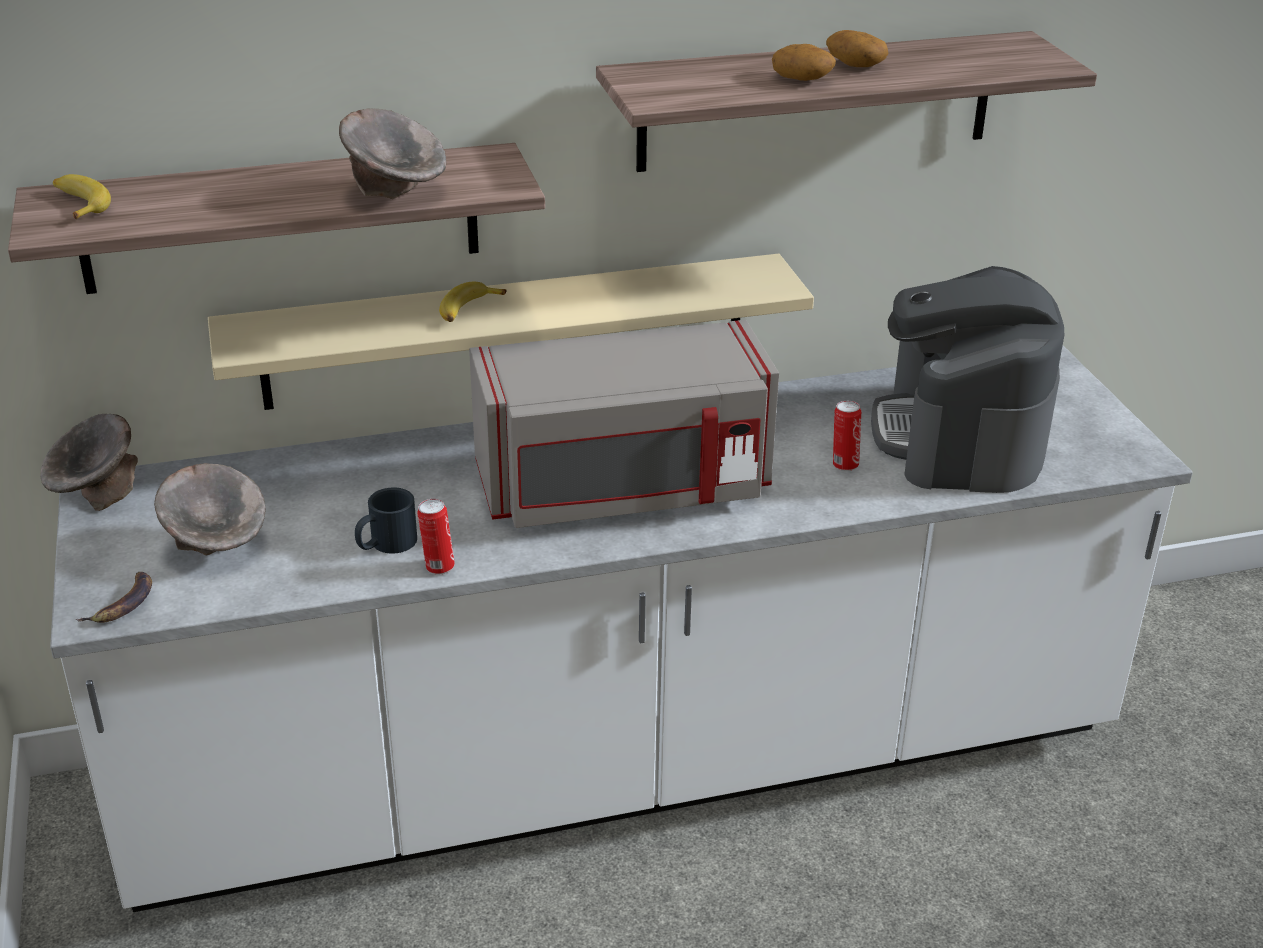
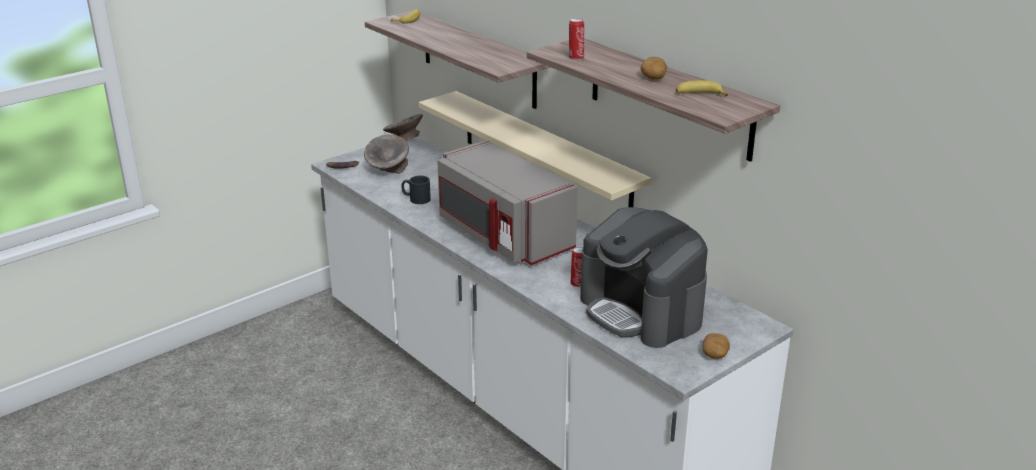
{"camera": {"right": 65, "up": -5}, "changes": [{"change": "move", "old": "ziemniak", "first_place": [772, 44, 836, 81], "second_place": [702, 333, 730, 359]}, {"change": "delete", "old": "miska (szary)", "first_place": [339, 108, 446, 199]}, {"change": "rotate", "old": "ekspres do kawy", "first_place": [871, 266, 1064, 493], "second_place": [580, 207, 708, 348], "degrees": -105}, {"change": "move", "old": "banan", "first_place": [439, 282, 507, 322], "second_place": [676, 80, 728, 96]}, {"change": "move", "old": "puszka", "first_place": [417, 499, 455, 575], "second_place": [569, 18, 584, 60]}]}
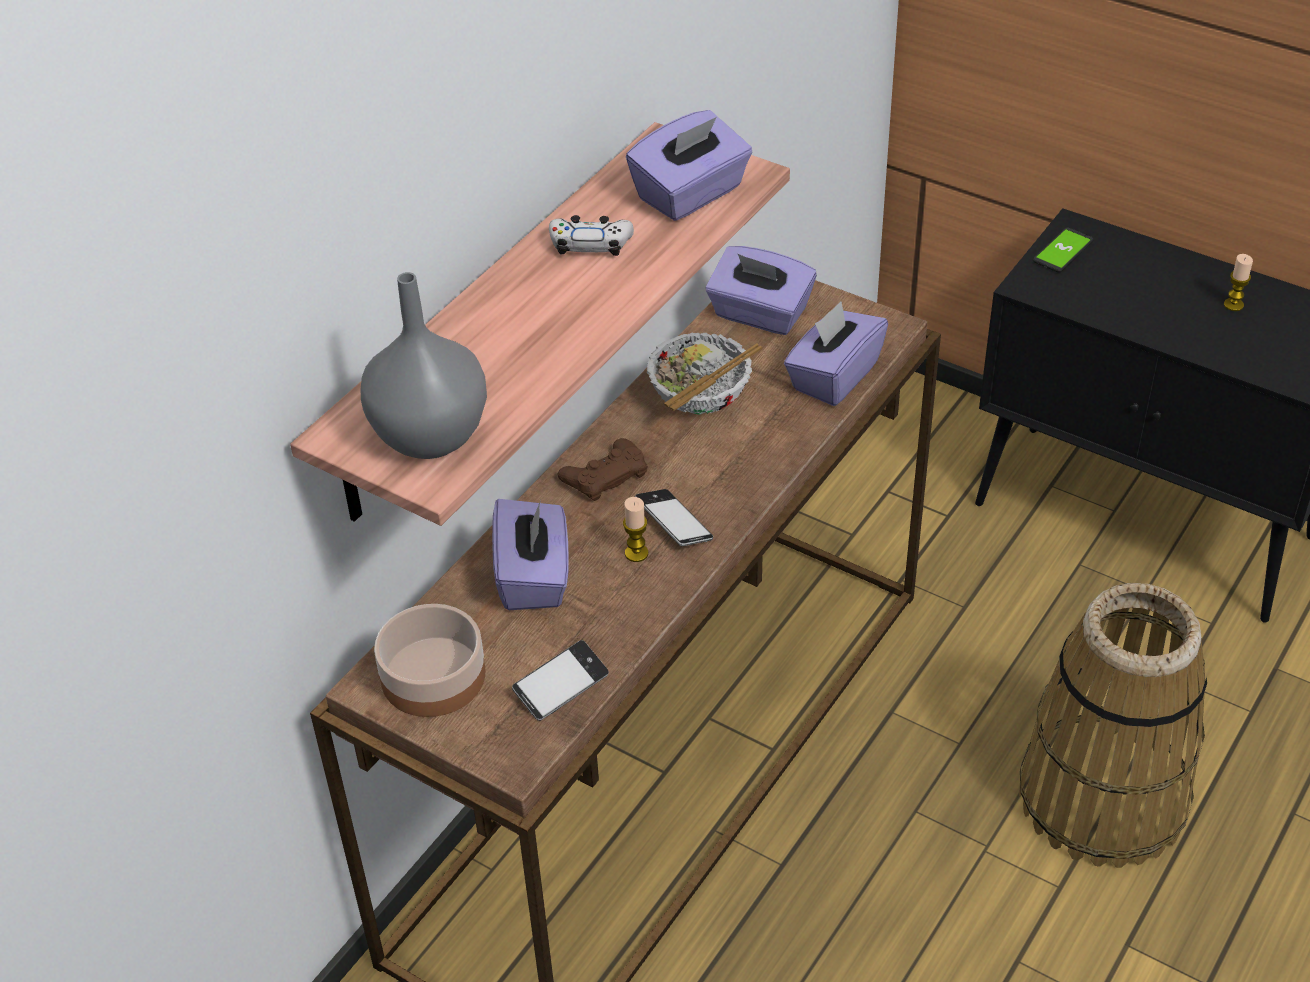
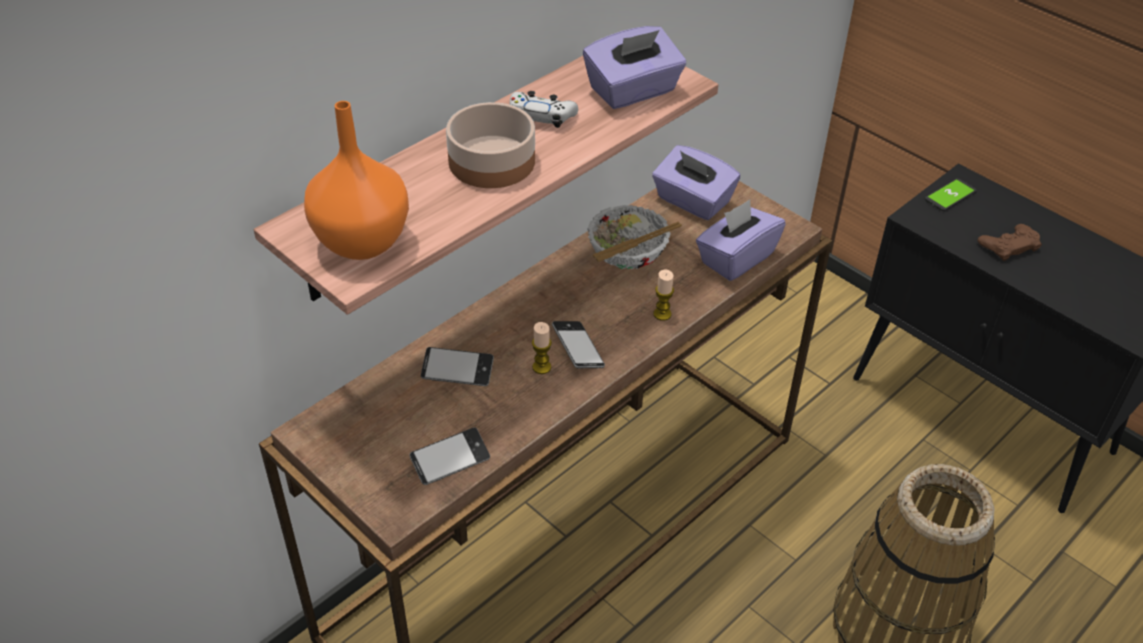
{"camera": {"right": 10, "up": 0}, "changes": [{"change": "move", "old": "świeca", "first_place": [1224, 254, 1253, 311], "second_place": [653, 270, 674, 321]}, {"change": "recolor", "old": "wazon (szary)", "new": "wazon (pomarańczowy)", "first_place": [361, 272, 487, 459], "second_place": [304, 101, 409, 260]}, {"change": "move", "old": "pad do gier (brązowy)", "first_place": [557, 438, 648, 501], "second_place": [977, 224, 1042, 261]}, {"change": "replace", "old": "pudełko chusteczek (fioletowy)", "new": "telefon", "first_place": [492, 499, 569, 610], "second_place": [421, 347, 494, 386]}, {"change": "move", "old": "miska", "first_place": [374, 604, 486, 717], "second_place": [446, 102, 535, 188]}]}
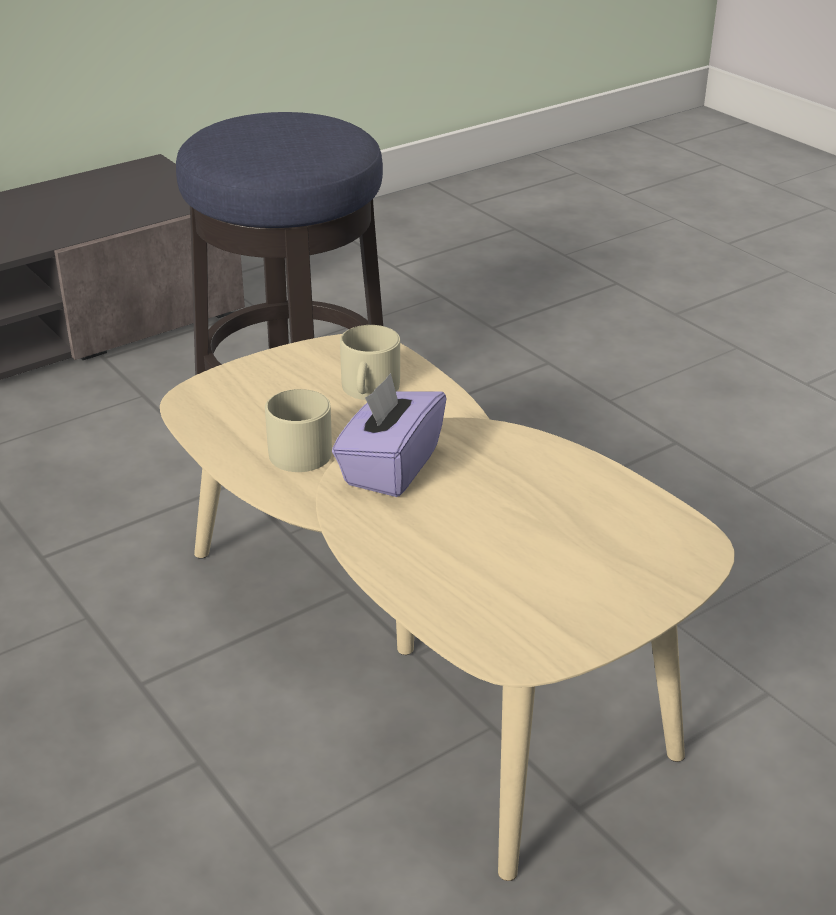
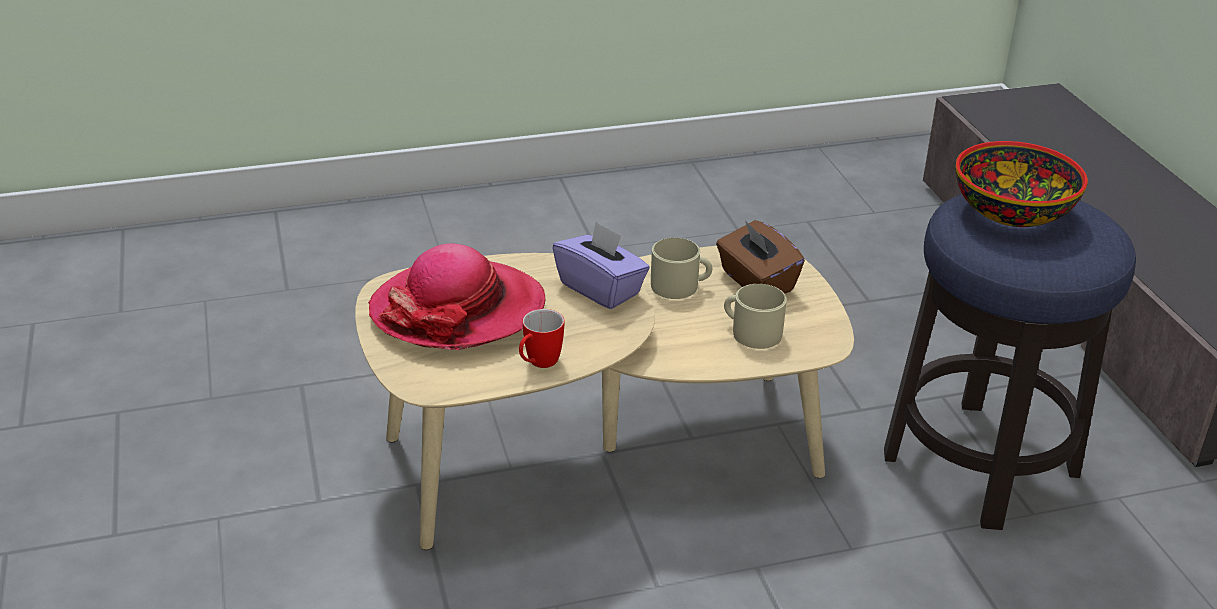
{"camera": {"right": 110, "up": 0}, "changes": [{"change": "insert", "new": "miska", "second_place": [955, 141, 1088, 227]}, {"change": "insert", "new": "pudełko chusteczek (brązowy)", "second_place": [716, 220, 805, 294]}, {"change": "insert", "new": "kapelusz", "second_place": [368, 244, 545, 350]}, {"change": "insert", "new": "kubek", "second_place": [519, 309, 564, 368]}]}
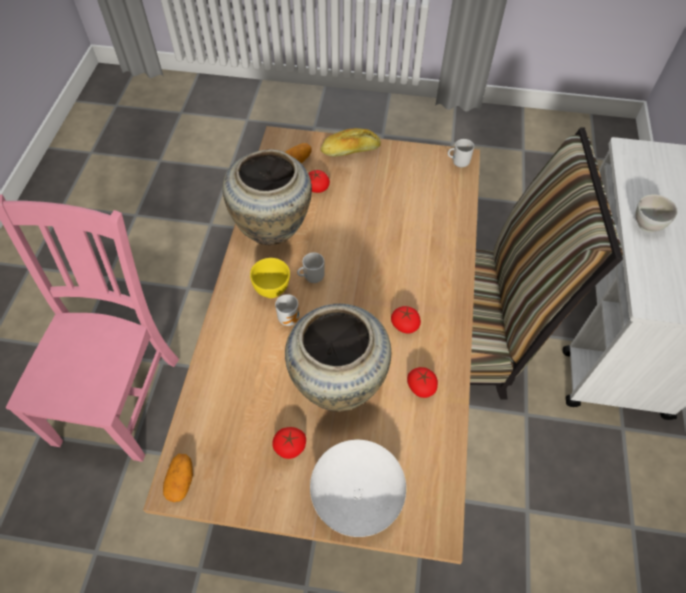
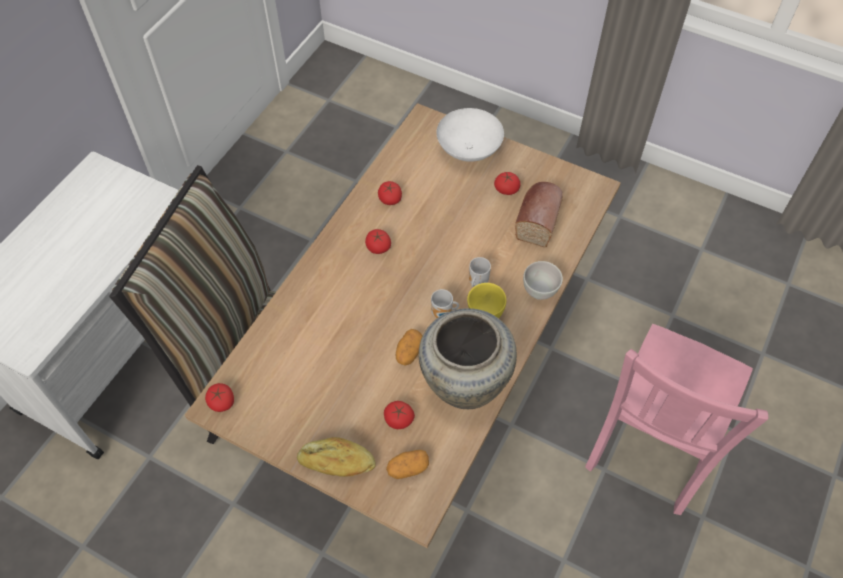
{"camera": {"right": -160, "up": 0}, "changes": [{"change": "replace", "old": "kubek", "new": "pomidor", "first_place": [448, 139, 474, 167], "second_place": [205, 383, 234, 412]}, {"change": "move", "old": "miska (biały)", "first_place": [635, 194, 677, 232], "second_place": [523, 261, 563, 300]}, {"change": "delete", "old": "wazon (beżowy)", "first_place": [285, 304, 391, 412]}, {"change": "move", "old": "ziemniak", "first_place": [163, 454, 193, 502], "second_place": [396, 329, 422, 366]}, {"change": "insert", "new": "chleb", "second_place": [515, 182, 563, 247]}]}
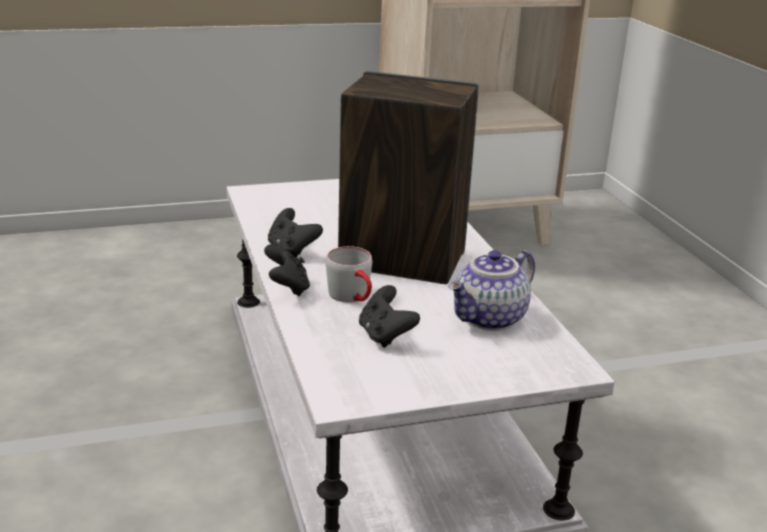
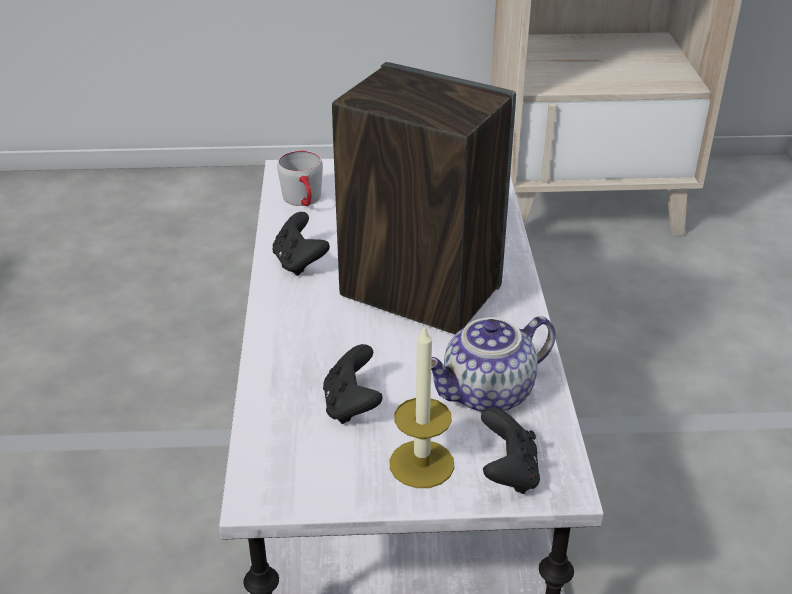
{"camera": {"right": 15, "up": 10}, "changes": [{"change": "move", "old": "pad do gier (czarny)", "first_place": [264, 244, 310, 296], "second_place": [481, 407, 540, 494]}, {"change": "move", "old": "kubek (szary)", "first_place": [326, 246, 372, 302], "second_place": [277, 151, 323, 206]}, {"change": "insert", "new": "świeca", "second_place": [390, 324, 454, 488]}]}
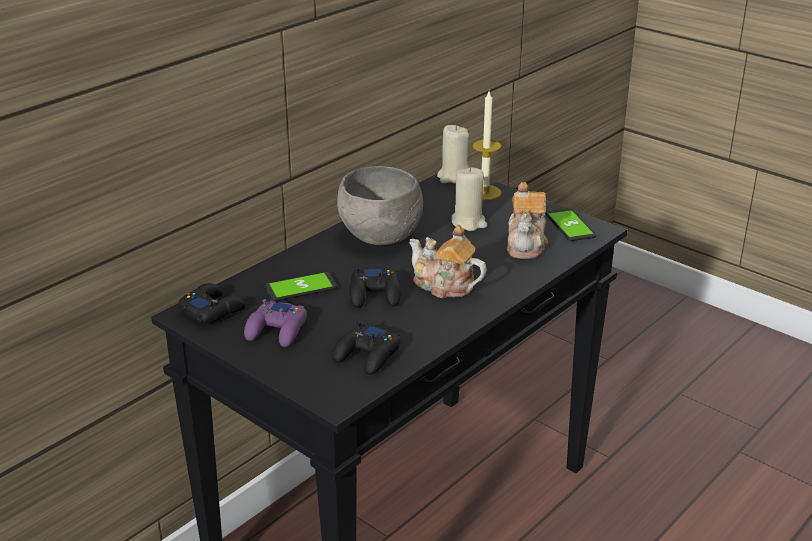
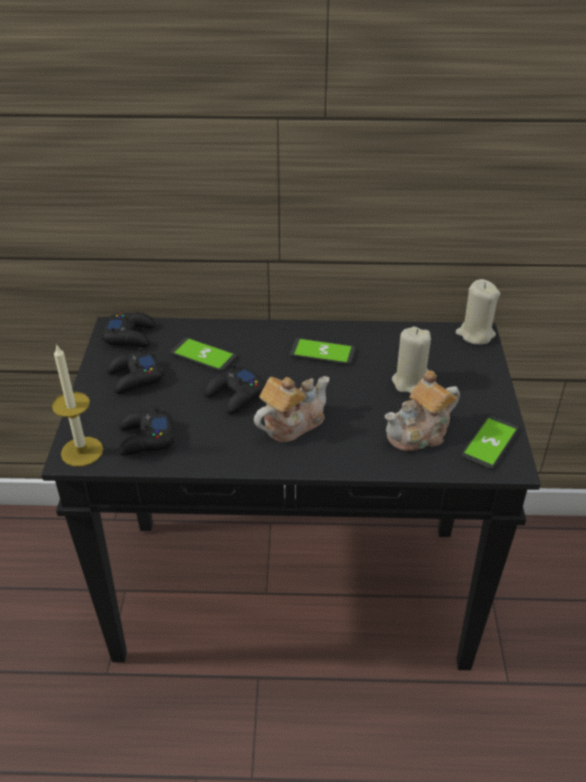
{"camera": {"right": 50, "up": 10}, "changes": [{"change": "move", "old": "świeca", "first_place": [472, 91, 502, 200], "second_place": [52, 345, 103, 466]}, {"change": "replace", "old": "miska (szary)", "new": "telefon", "first_place": [337, 166, 423, 245], "second_place": [289, 338, 356, 365]}, {"change": "rotate", "old": "imbryk", "first_place": [409, 225, 487, 298], "second_place": [254, 376, 329, 442], "degrees": 60}, {"change": "recolor", "old": "pad do gier (fioletowy)", "new": "pad do gier (czarny)", "first_place": [244, 299, 307, 347], "second_place": [107, 347, 164, 394]}]}
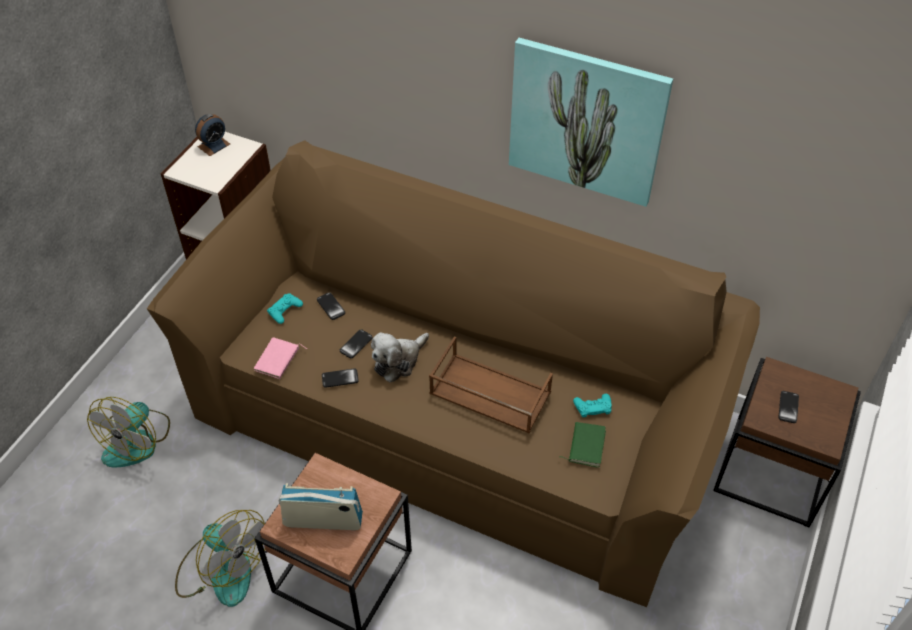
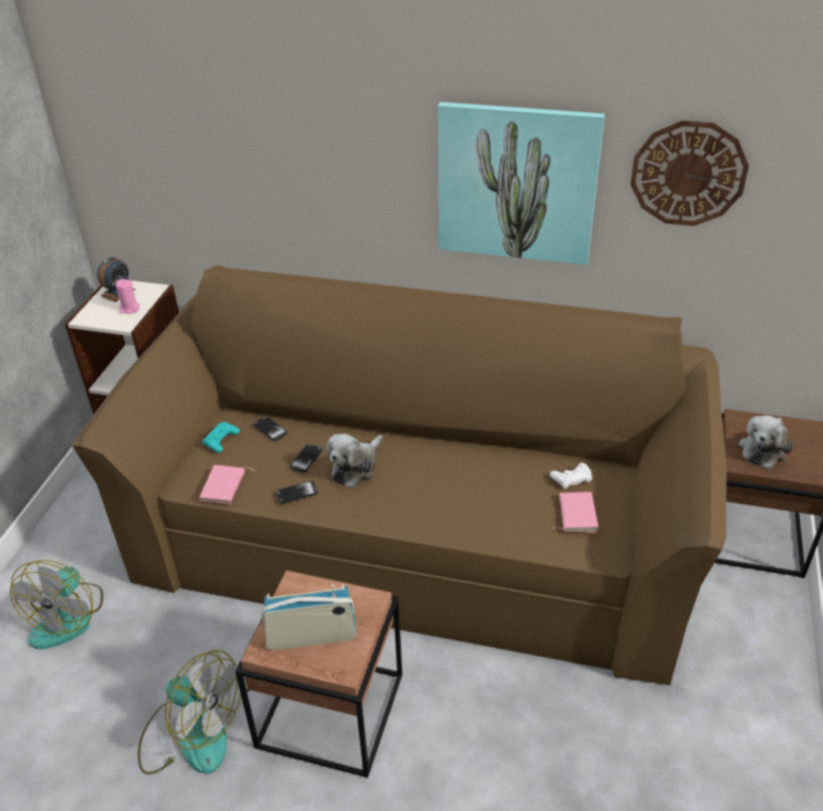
{"camera": {"right": -10, "up": -10}, "changes": [{"change": "delete", "old": "taca (brązowy)", "first_place": [429, 336, 553, 434]}, {"change": "replace", "old": "telefon", "new": "pluszak", "first_place": [778, 391, 799, 423], "second_place": [739, 415, 793, 469]}, {"change": "recolor", "old": "pad do gier (turkusowy)", "new": "pad do gier (biały)", "first_place": [573, 394, 612, 418], "second_place": [550, 463, 592, 489]}, {"change": "recolor", "old": "książka (zielony)", "new": "książka (różowy)", "first_place": [559, 422, 606, 468], "second_place": [554, 492, 598, 532]}, {"change": "insert", "new": "zegar ścienny", "second_place": [630, 120, 749, 226]}, {"change": "insert", "new": "świeca (różowy)", "second_place": [116, 279, 140, 314]}]}
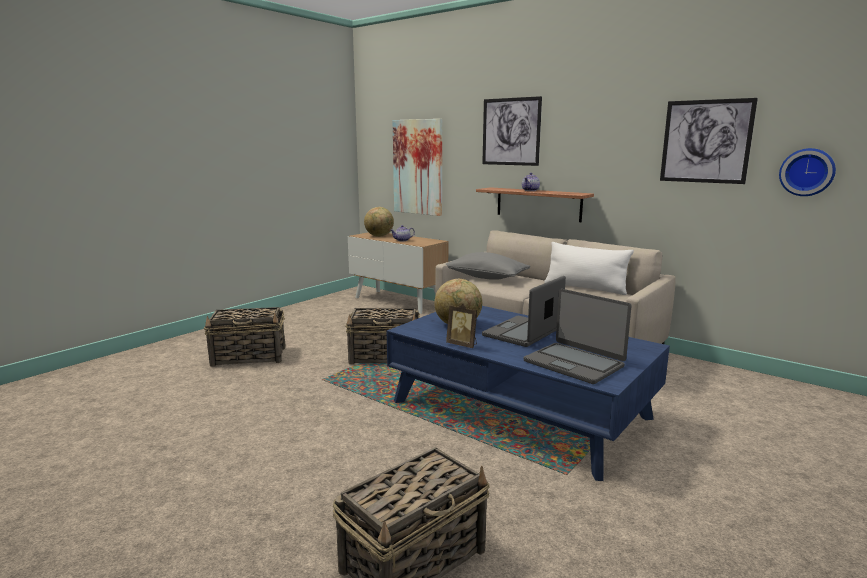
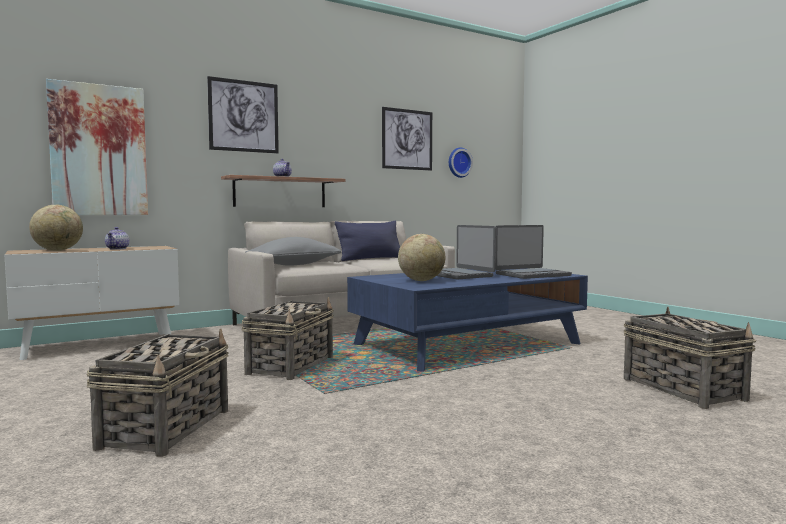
{"camera": {"right": -70, "up": -10}, "changes": [{"change": "recolor", "old": "poduszka (biały)", "new": "poduszka (niebieski)", "first_place": [544, 242, 634, 295], "second_place": [335, 221, 400, 261]}, {"change": "delete", "old": "ramka na zdjęcie", "first_place": [446, 303, 477, 348]}]}
